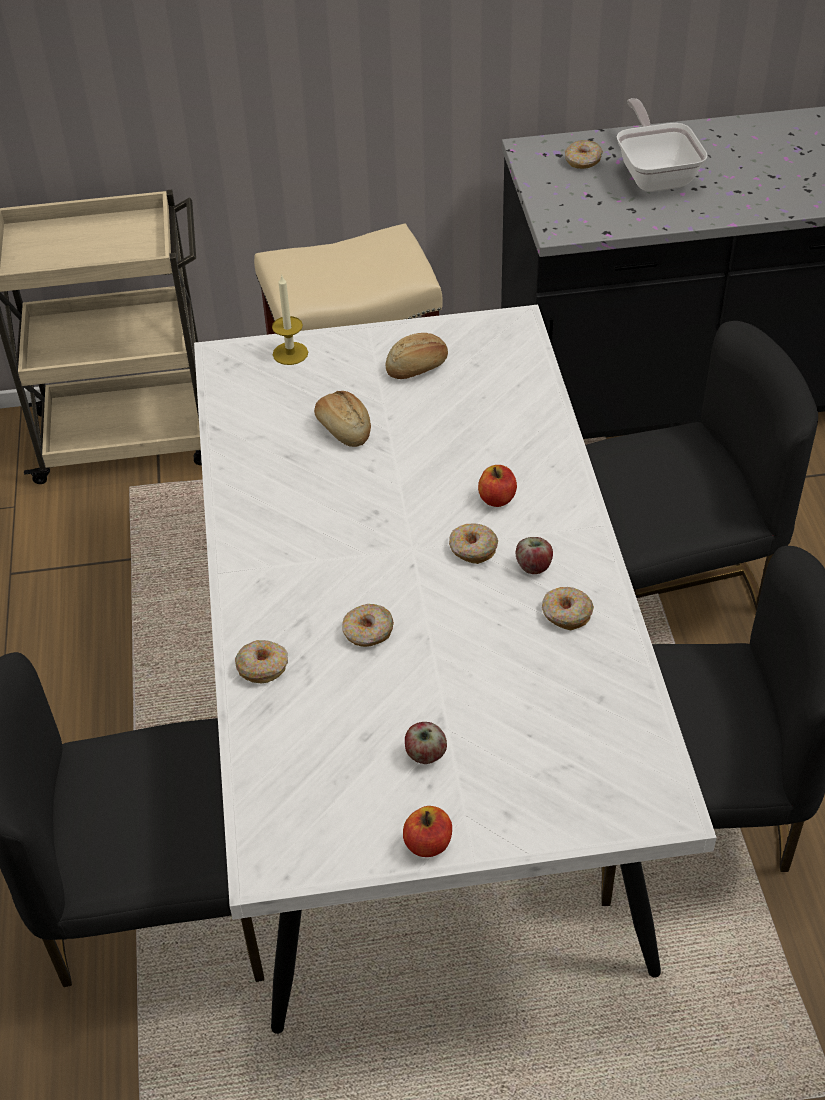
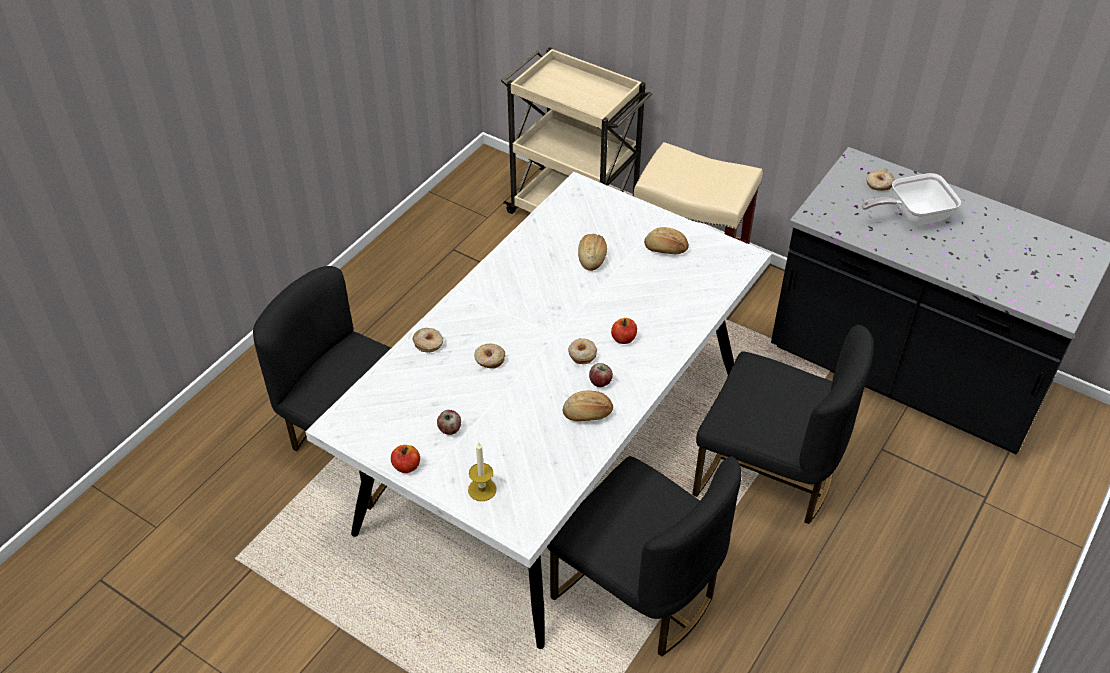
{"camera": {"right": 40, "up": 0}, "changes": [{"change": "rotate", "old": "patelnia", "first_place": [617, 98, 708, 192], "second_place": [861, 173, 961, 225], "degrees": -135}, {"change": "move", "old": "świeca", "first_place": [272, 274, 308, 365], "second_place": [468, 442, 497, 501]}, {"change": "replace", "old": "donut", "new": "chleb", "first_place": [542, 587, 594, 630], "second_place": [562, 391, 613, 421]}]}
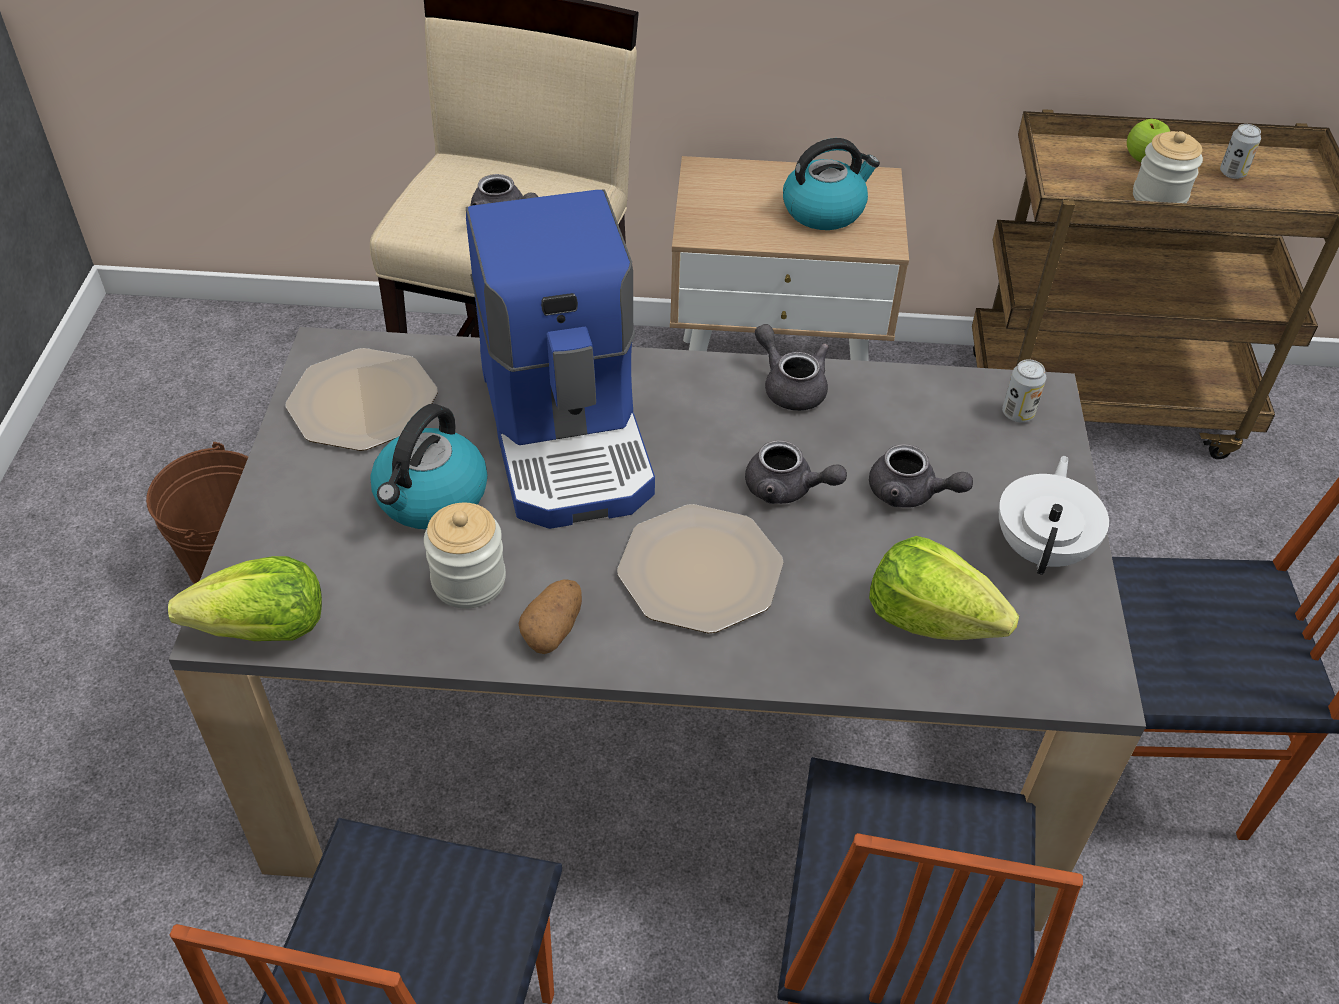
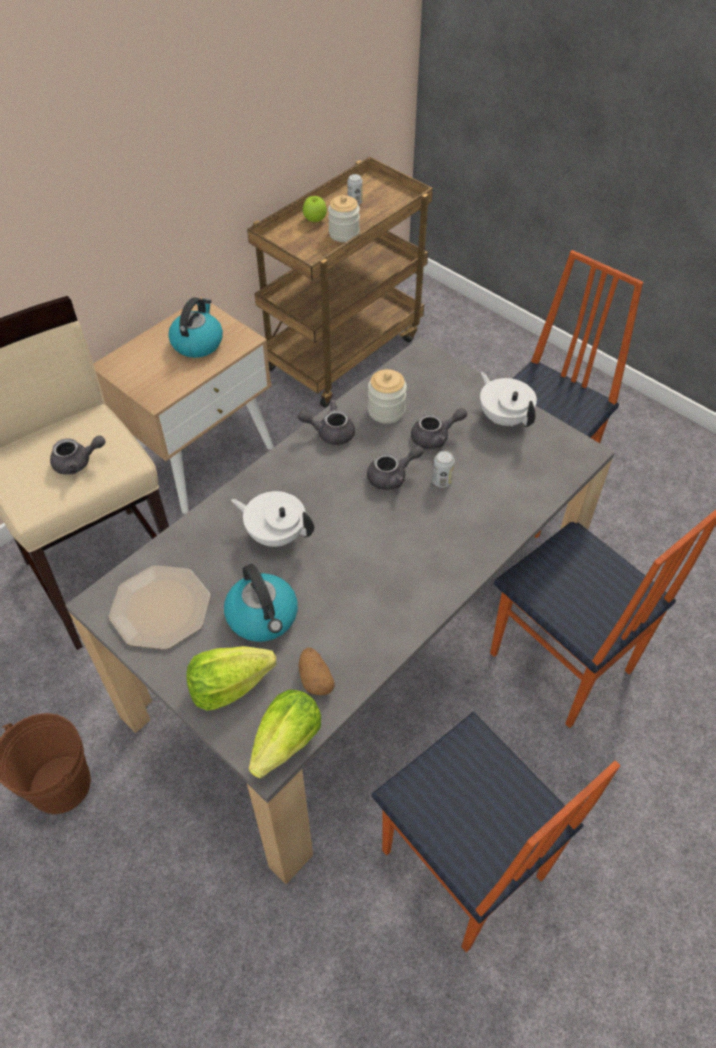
{"camera": {"right": -50, "up": 5}, "changes": [{"change": "replace", "old": "ekspres do kawy", "new": "imbryk (biały)", "first_place": [466, 189, 655, 529], "second_place": [231, 491, 314, 547]}, {"change": "move", "old": "puszka", "first_place": [1002, 359, 1046, 422], "second_place": [432, 451, 455, 488]}, {"change": "move", "old": "słoik", "first_place": [424, 503, 506, 609], "second_place": [368, 369, 407, 424]}, {"change": "delete", "old": "talerz", "first_place": [617, 504, 784, 633]}, {"change": "move", "old": "sałata", "first_place": [869, 536, 1019, 640], "second_place": [186, 646, 276, 710]}, {"change": "move", "old": "ziemniak", "first_place": [519, 579, 582, 654], "second_place": [298, 648, 335, 696]}]}
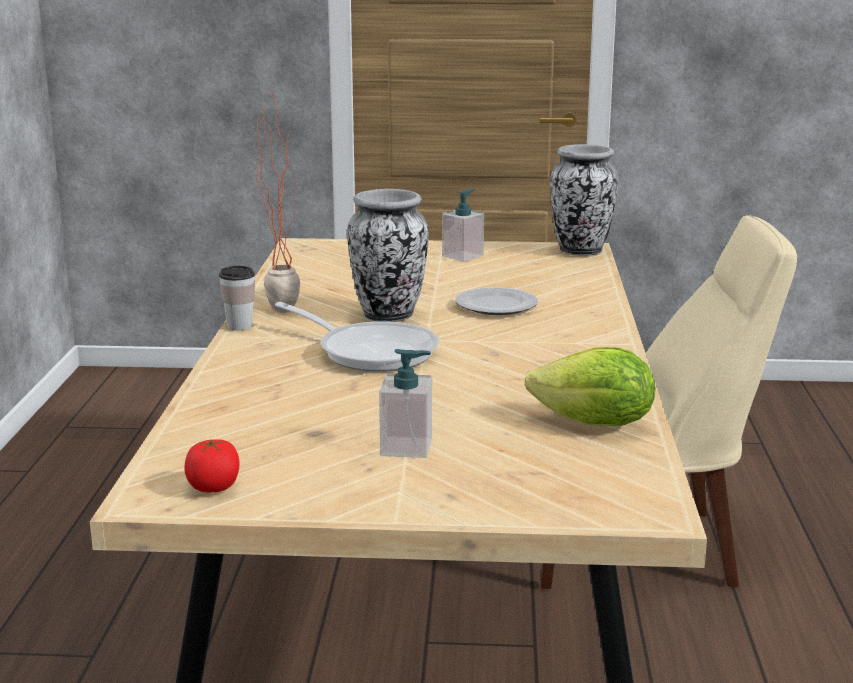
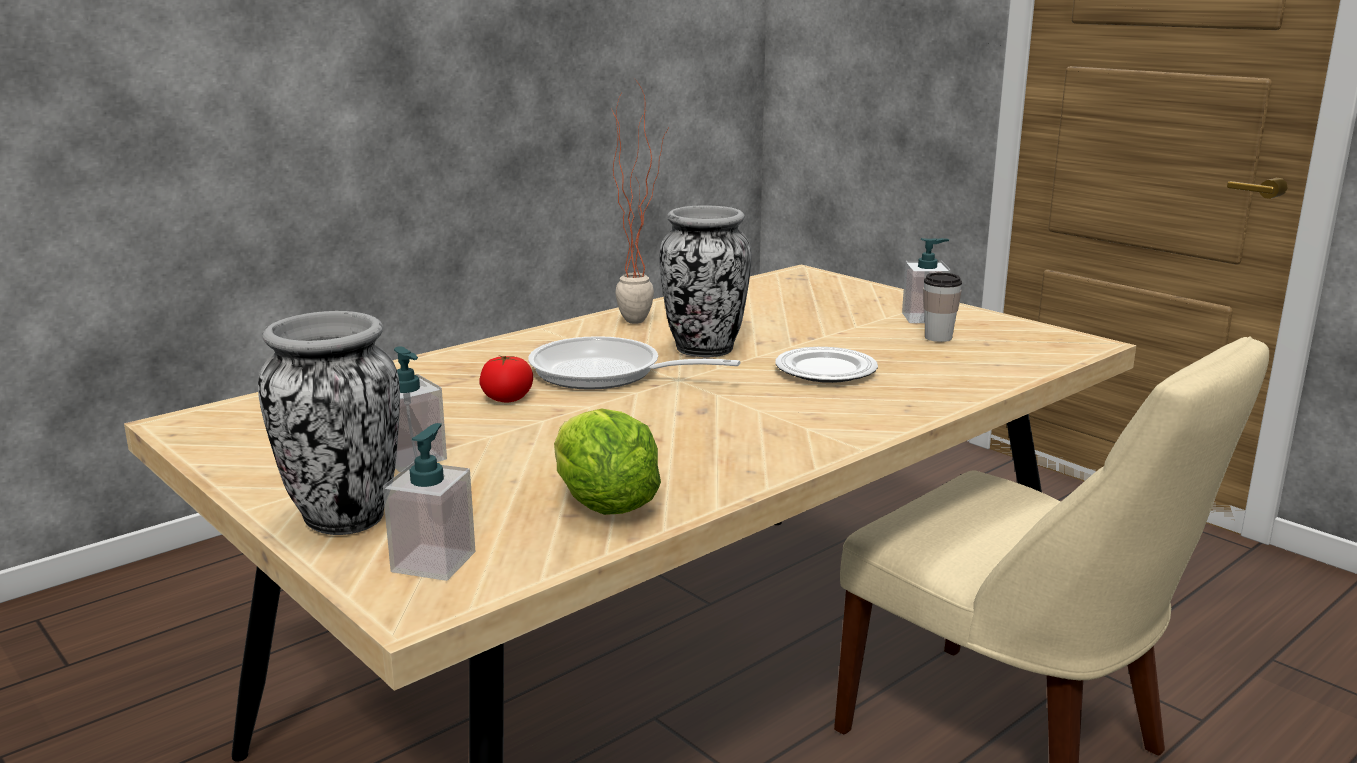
{"camera": {"right": 45, "up": 0}, "changes": [{"change": "move", "old": "wazon", "first_place": [550, 144, 618, 256], "second_place": [258, 311, 400, 535]}, {"change": "move", "old": "filiżanka", "first_place": [219, 266, 255, 331], "second_place": [923, 272, 962, 342]}, {"change": "rotate", "old": "patelnia", "first_place": [275, 302, 439, 372], "second_place": [528, 336, 741, 390], "degrees": 120}, {"change": "move", "old": "pomidor", "first_place": [184, 439, 240, 492], "second_place": [479, 355, 533, 403]}, {"change": "insert", "new": "dozownik mydła", "second_place": [383, 423, 475, 581]}]}
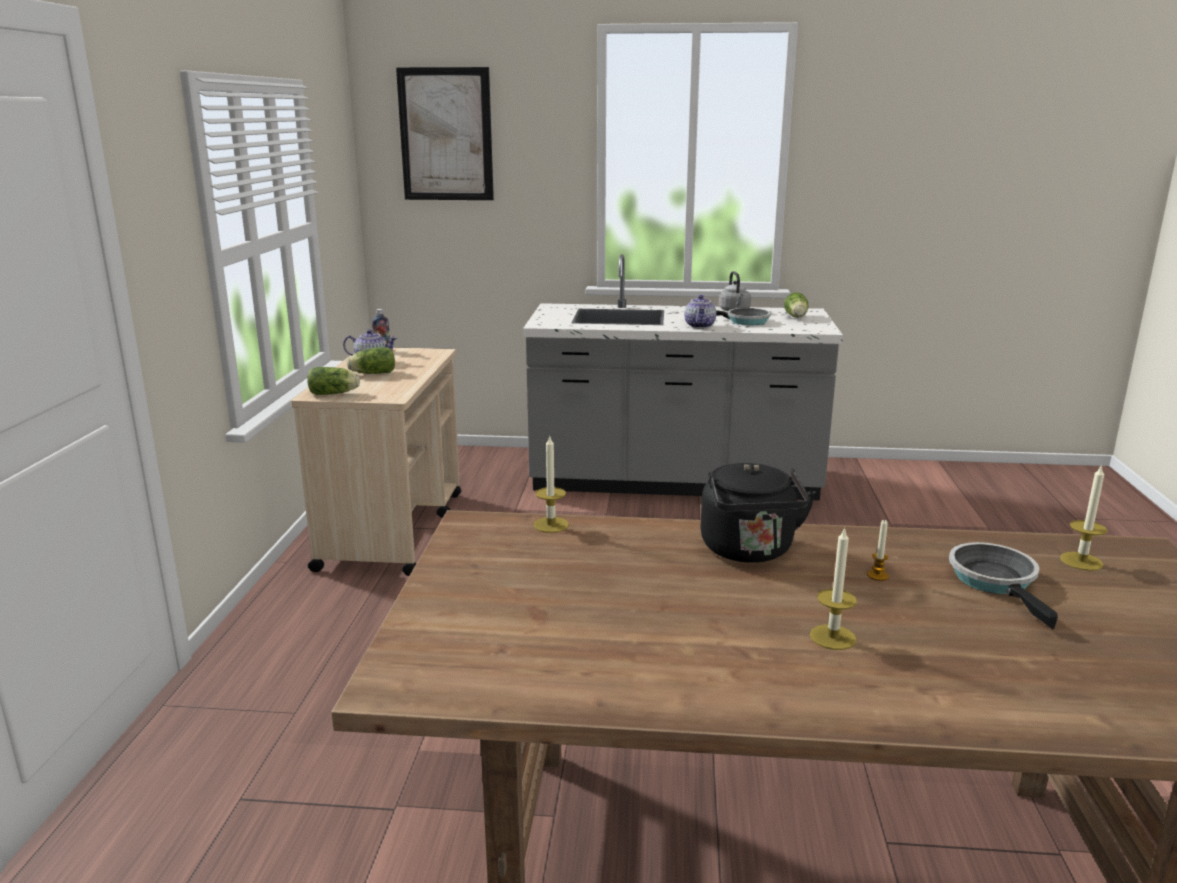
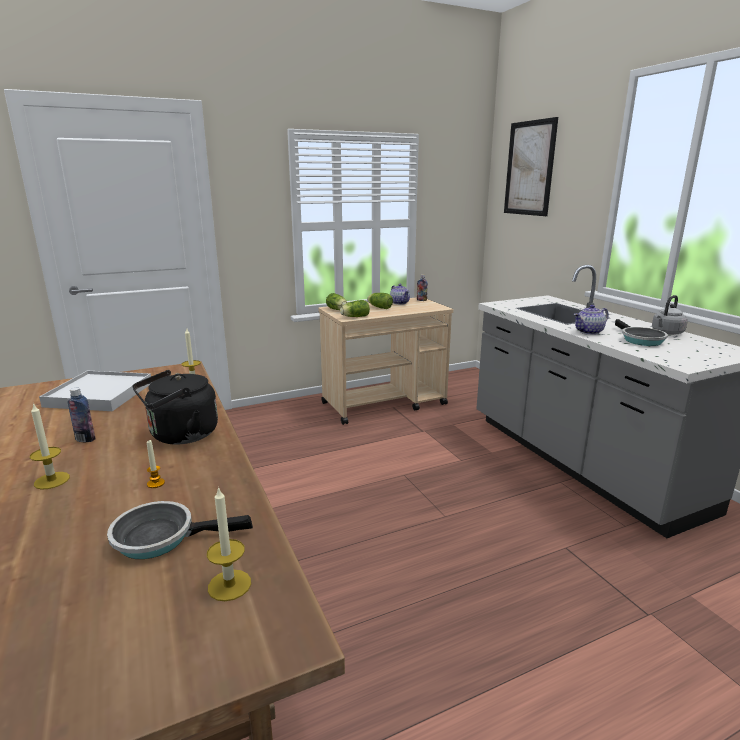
{"camera": {"right": 60, "up": 0}, "changes": [{"change": "move", "old": "sałata", "first_place": [784, 292, 808, 318], "second_place": [340, 300, 370, 317]}, {"change": "rotate", "old": "patelnia", "first_place": [949, 542, 1058, 629], "second_place": [107, 501, 253, 559], "degrees": -150}, {"change": "insert", "new": "taca (biały)", "second_place": [39, 371, 151, 411]}, {"change": "insert", "new": "butelka", "second_place": [67, 387, 95, 442]}]}
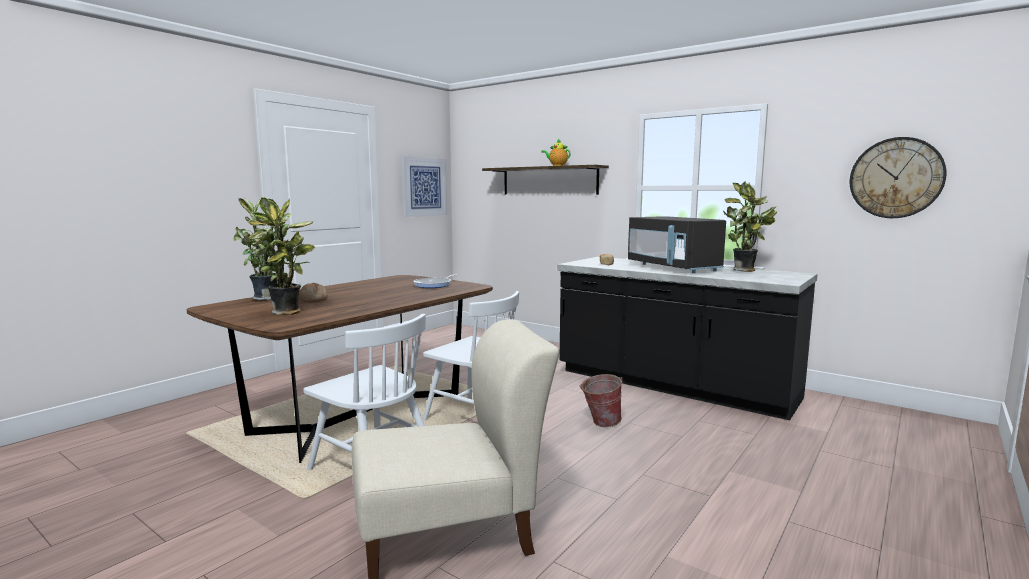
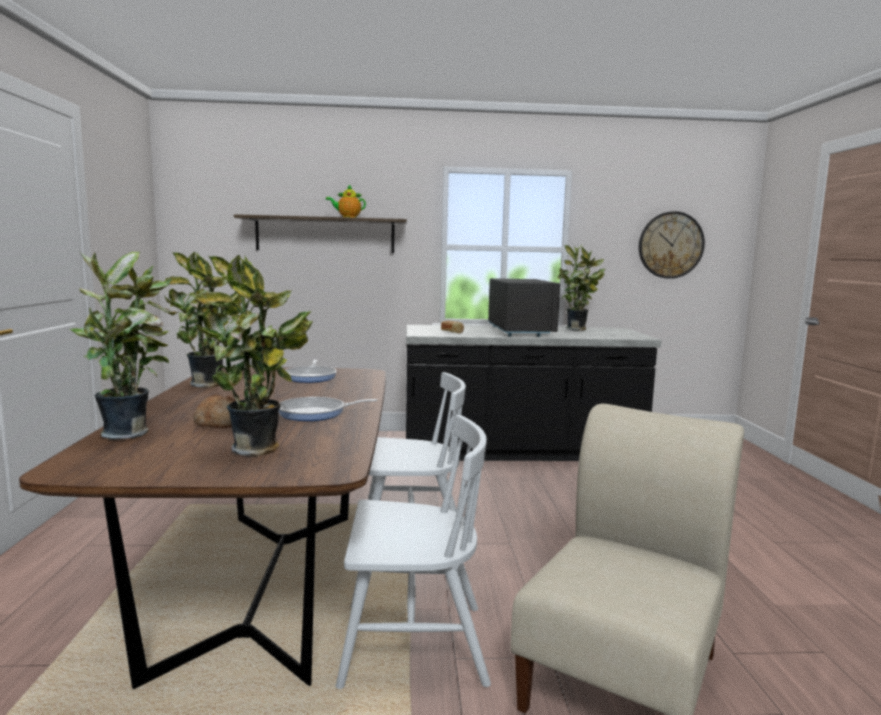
{"camera": {"right": -40, "up": 0}, "changes": [{"change": "delete", "old": "obraz", "first_place": [402, 156, 447, 217]}, {"change": "rotate", "old": "mikrofalówka (czarny)", "first_place": [628, 216, 726, 274], "second_place": [488, 278, 560, 337], "degrees": -120}, {"change": "delete", "old": "wiadro", "first_place": [579, 374, 623, 427]}, {"change": "insert", "new": "roślina doniczkowa", "second_place": [164, 252, 242, 388]}, {"change": "insert", "new": "patelnia", "second_place": [278, 397, 377, 421]}]}
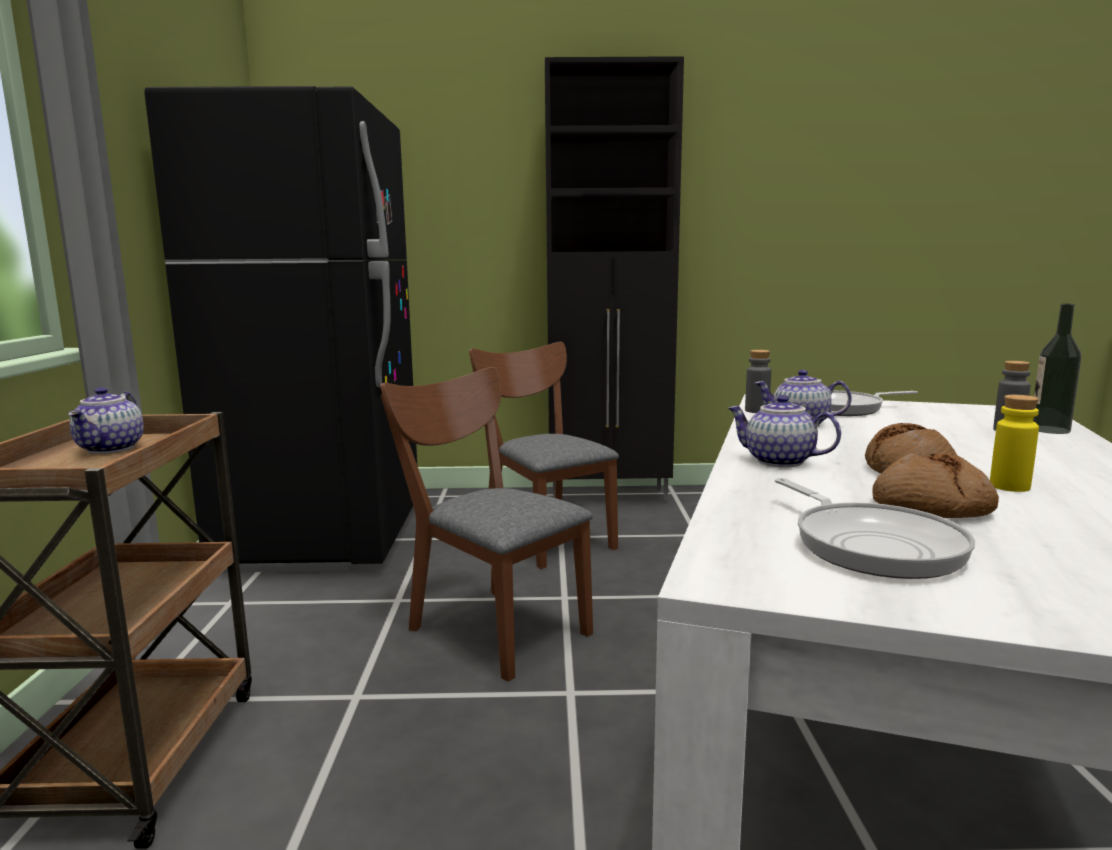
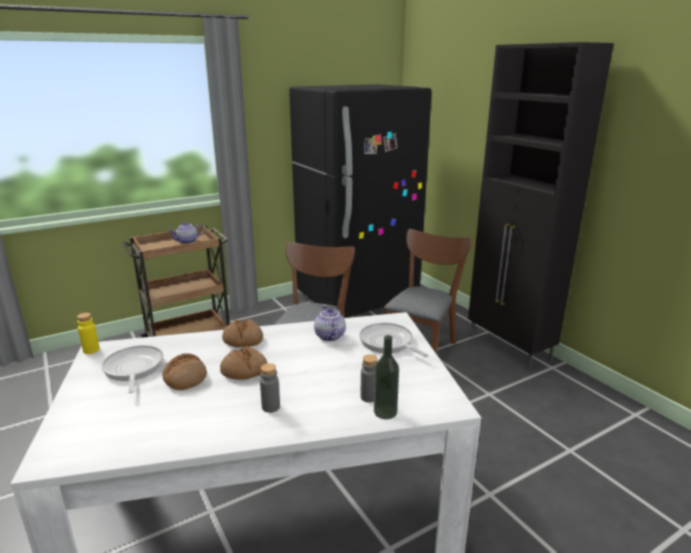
{"camera": {"right": 60, "up": 10}, "changes": [{"change": "move", "old": "butelka (szary)", "first_place": [745, 350, 771, 413], "second_place": [260, 363, 280, 413]}, {"change": "replace", "old": "imbryk", "new": "chleb", "first_place": [728, 395, 841, 467], "second_place": [222, 319, 263, 347]}, {"change": "move", "old": "butelka (żółty)", "first_place": [990, 395, 1039, 492], "second_place": [77, 313, 100, 354]}, {"change": "rotate", "old": "patelnia", "first_place": [775, 478, 975, 579], "second_place": [102, 345, 163, 393], "degrees": 120}]}
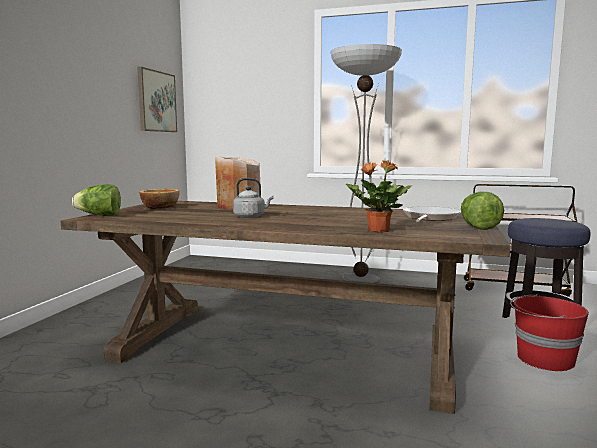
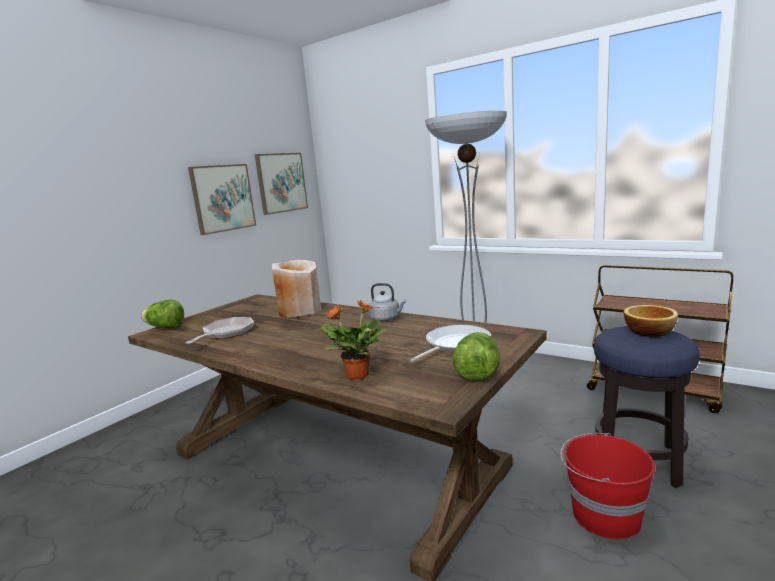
{"camera": {"right": 20, "up": 5}, "changes": [{"change": "move", "old": "czajnik (szary)", "first_place": [233, 178, 274, 218], "second_place": [369, 283, 406, 321]}, {"change": "move", "old": "miska", "first_place": [139, 189, 179, 209], "second_place": [624, 305, 678, 337]}, {"change": "insert", "new": "obraz", "second_place": [188, 164, 256, 235]}, {"change": "insert", "new": "patelnia", "second_place": [185, 317, 254, 344]}]}
